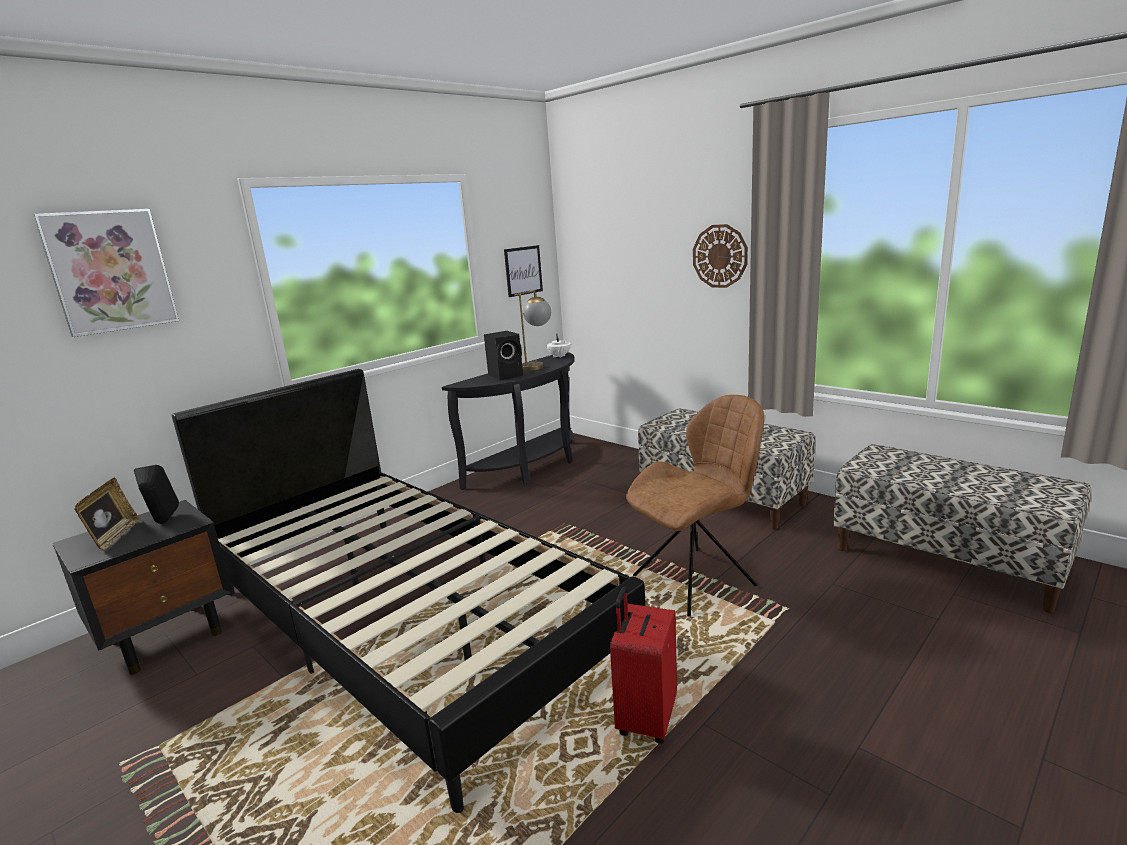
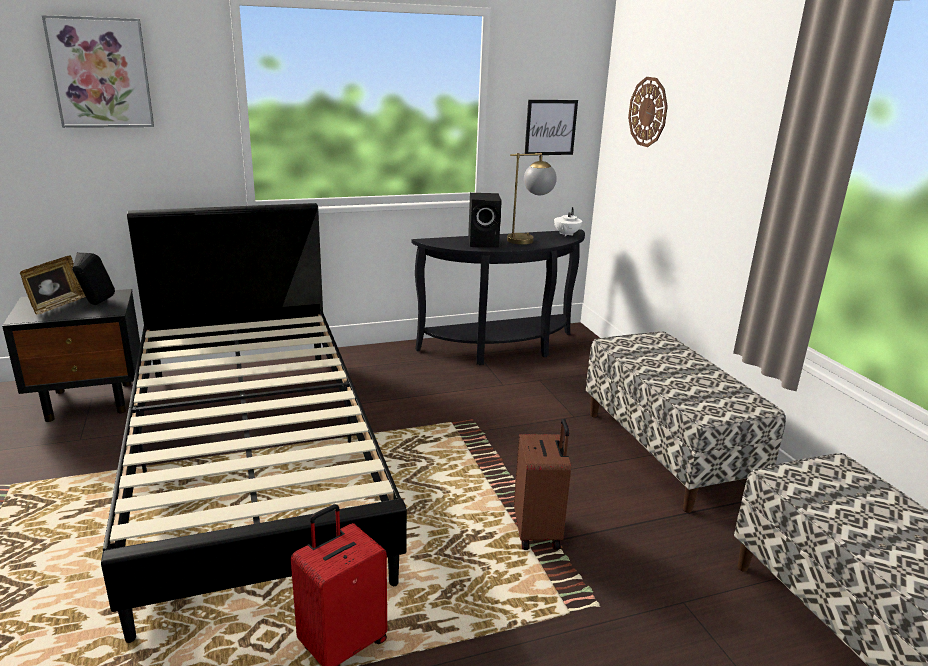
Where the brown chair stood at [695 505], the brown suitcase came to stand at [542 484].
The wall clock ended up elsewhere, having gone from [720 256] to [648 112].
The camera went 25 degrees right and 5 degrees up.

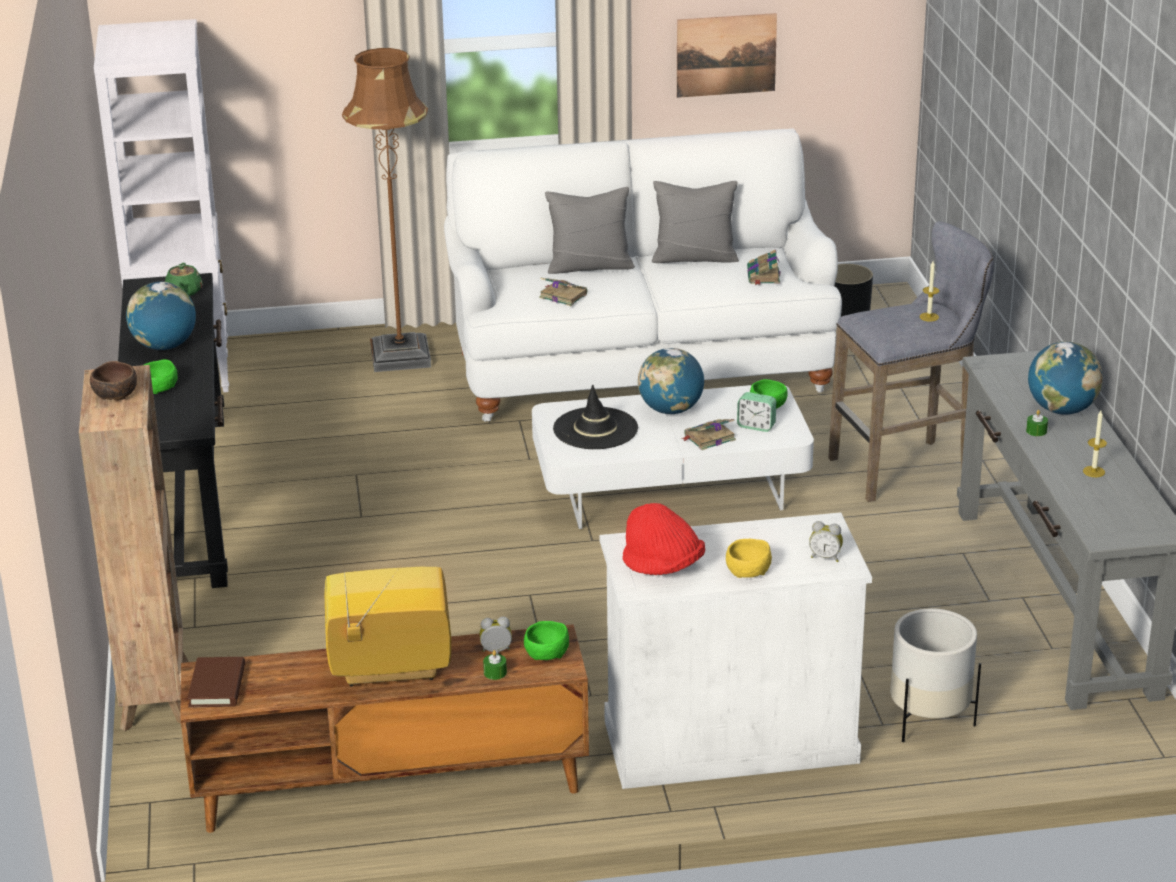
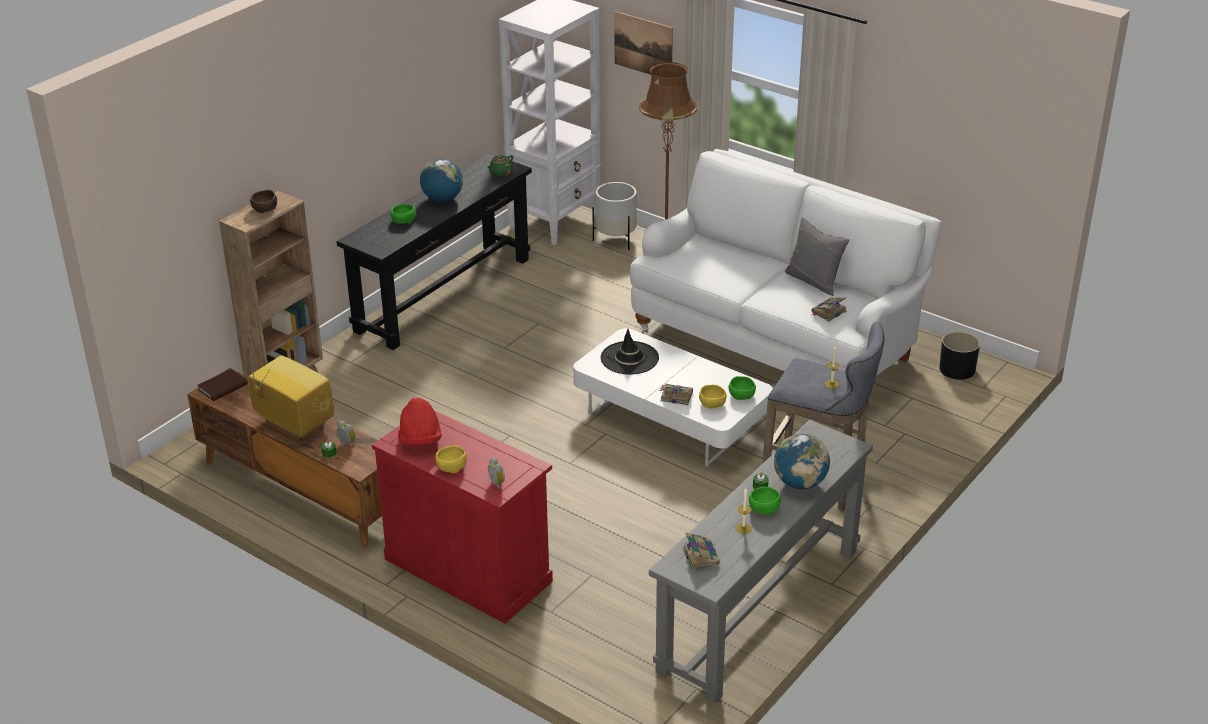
What was the white cabinet at [735 650] turned into the red cabinet at [462 517].
The white planter ended up elsewhere, having gone from [935 675] to [614 216].
The picture ended up elsewhere, having gone from [727 55] to [644 43].
The book ended up elsewhere, having gone from [563 292] to [701 551].
Where the alarm clock stood at [756 412], the yellow bowl came to stand at [713 397].
The green bowl ended up elsewhere, having gone from [546 640] to [765 501].
The second view lost the grey pillow at [590 230].
The second view lost the globe at [671 381].
The camera went 45 degrees right and 5 degrees up.

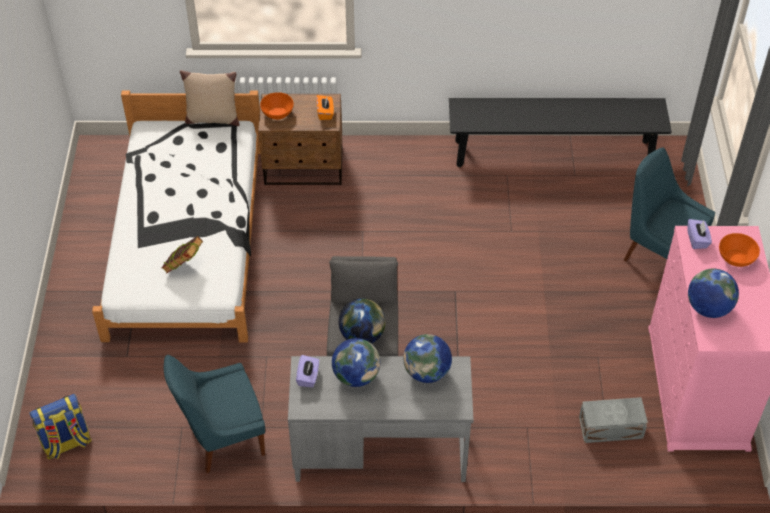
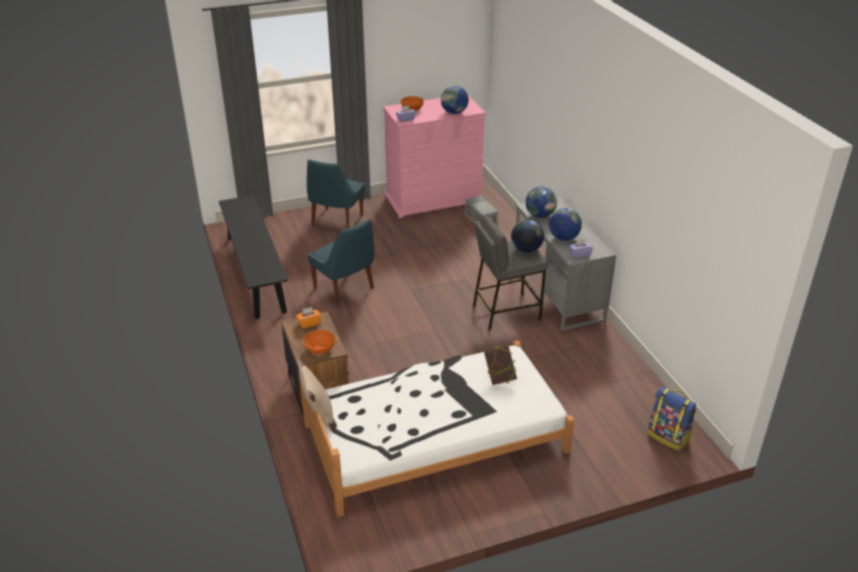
The blue chair ended up elsewhere, having gone from [214 414] to [340 262].
The camera went 110 degrees left and 15 degrees down.

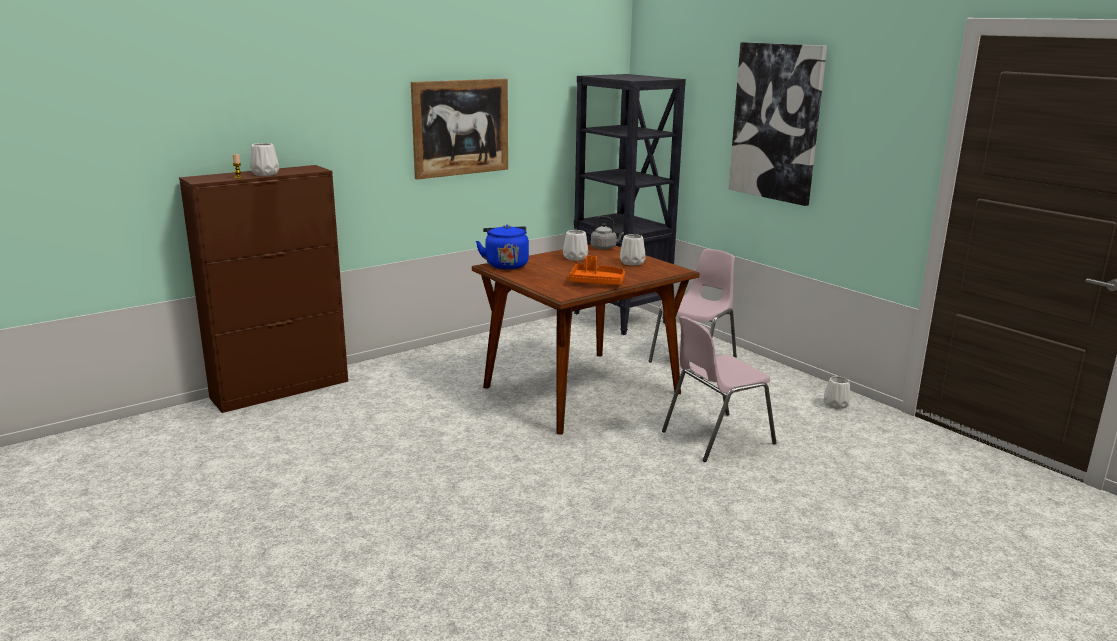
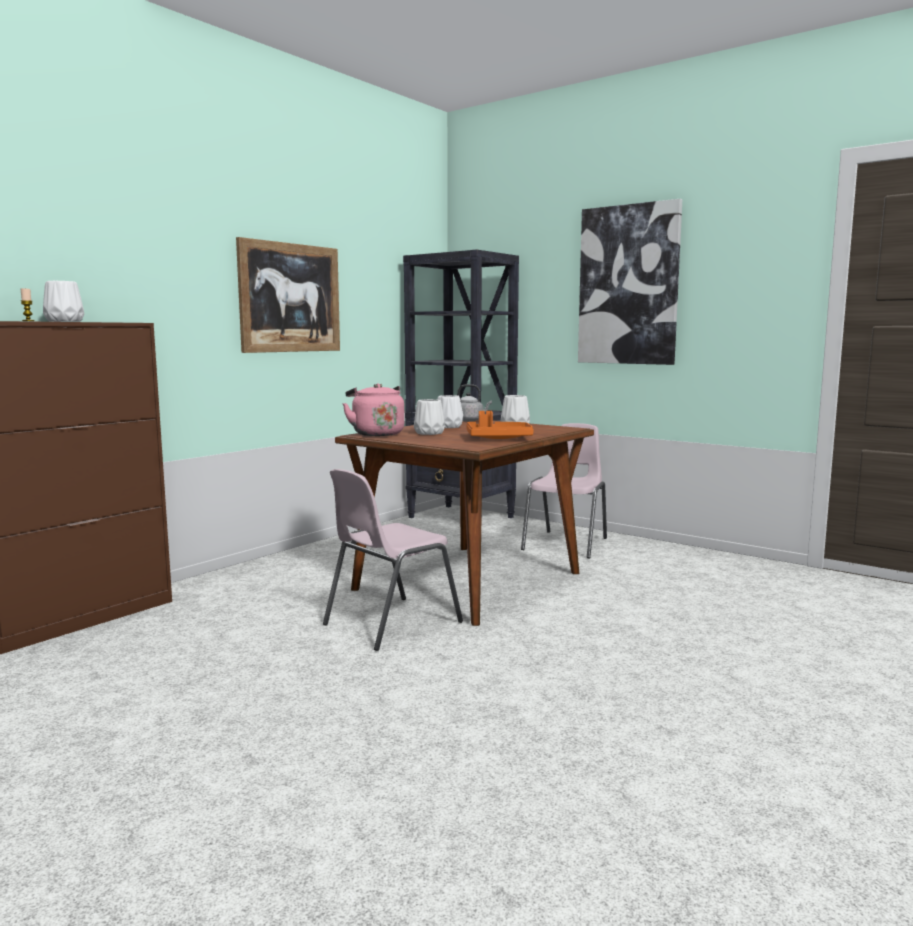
The pink chair ended up elsewhere, having gone from [719 389] to [393 560].
What was the blue kettle at [502 247] turned into the pink kettle at [373 409].
The white vase ended up elsewhere, having gone from [837 392] to [429 417].
The camera went 15 degrees left and 10 degrees down.

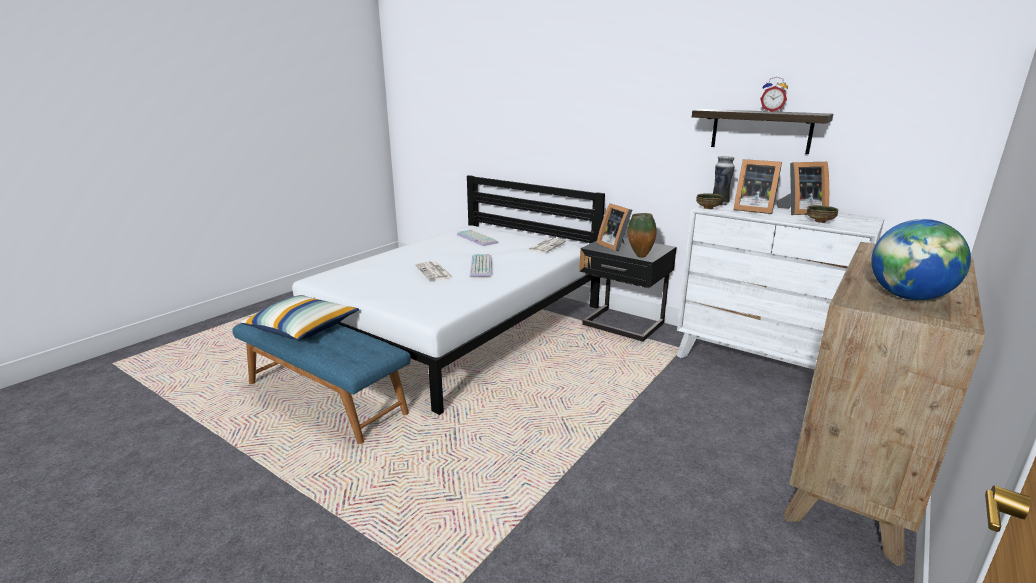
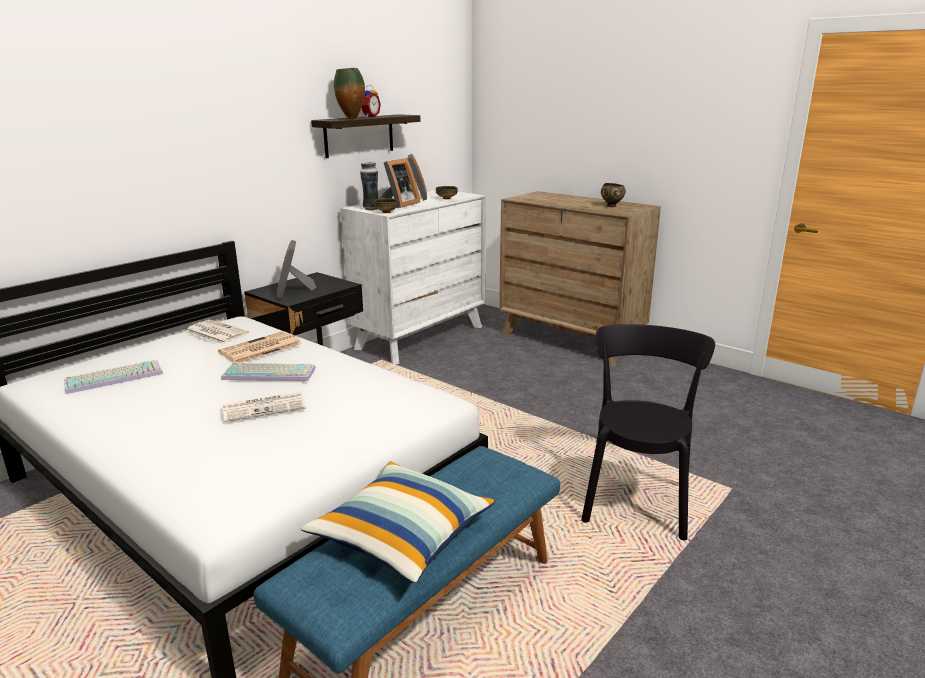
The second view gained the newspaper at [260 347].
The picture frame at [614 227] ended up facing another way, 105 degrees clockwise from before.
The vase ended up elsewhere, having gone from [642 235] to [349 93].
The second view gained the black chair at [648 432].
Where the globe stood at [921 259], the brown bowl came to stand at [613 195].
The camera went 85 degrees left and 0 degrees up.

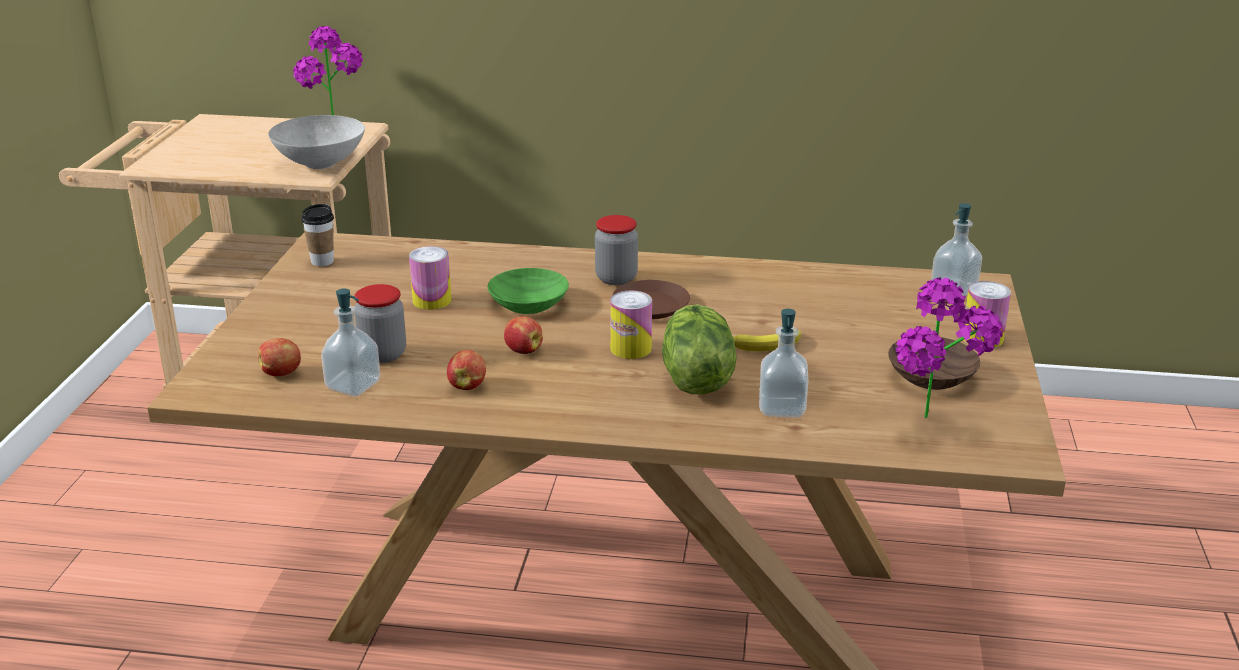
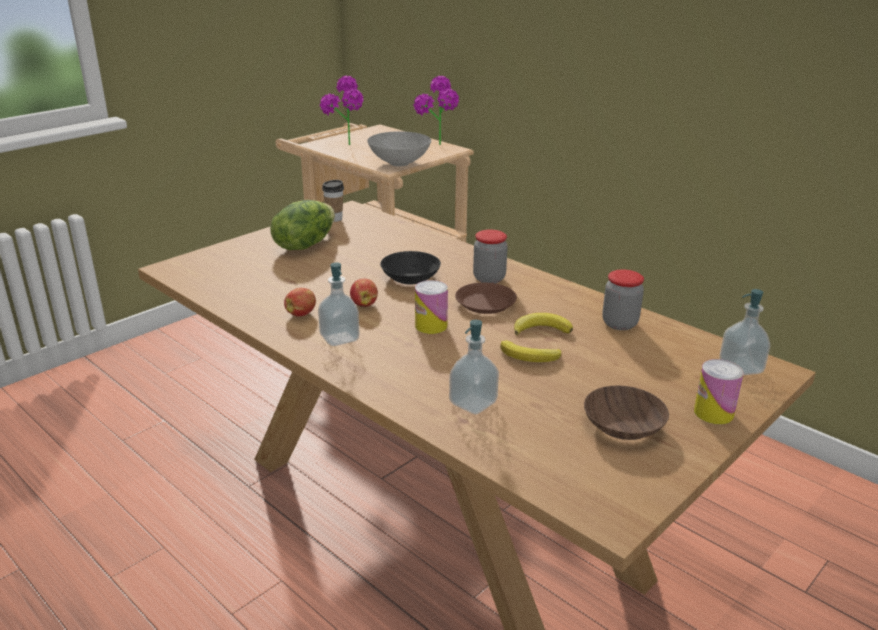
The lettuce ended up elsewhere, having gone from [699 349] to [302 225].
The soap dispenser ended up elsewhere, having gone from [350 342] to [338 304].
The potted plant ended up elsewhere, having gone from [949 347] to [342 110].
What was the green bowl at [528 291] turned into the black bowl at [410 268].
The second view gained the banana at [543 324].
The jar ended up elsewhere, having gone from [380 323] to [623 299].
The second view lost the apple at [279 357].
The second view lost the can at [430 278].
The camera went 35 degrees right and 0 degrees up.

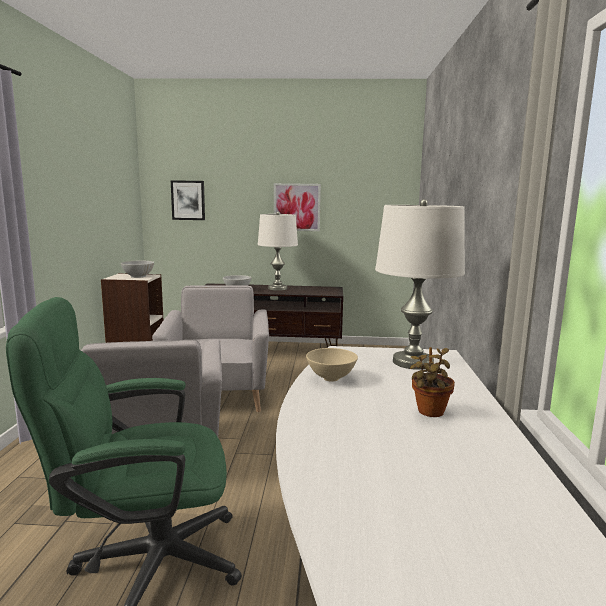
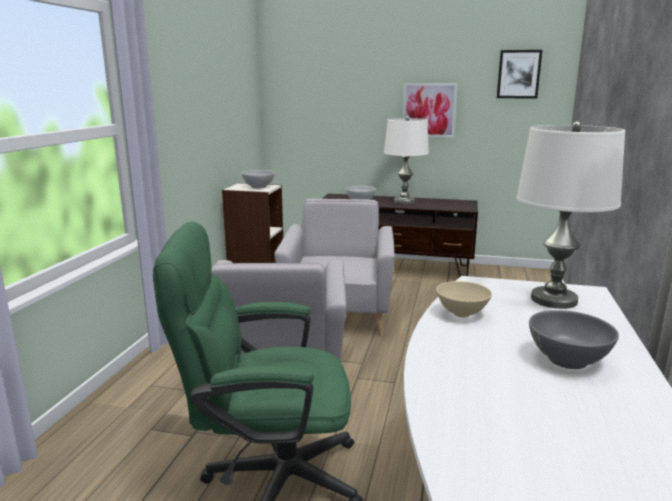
The picture ended up elsewhere, having gone from [188 200] to [520 74].
Where the potted plant stood at [432 382], the grey bowl came to stand at [574 339].
The camera went 10 degrees right and 5 degrees up.

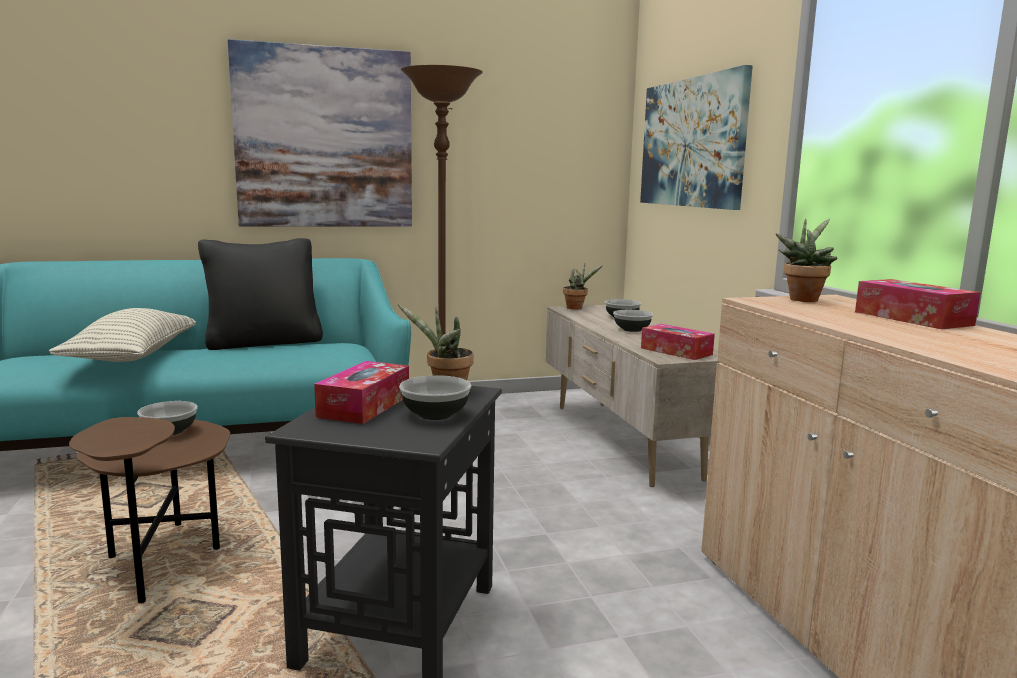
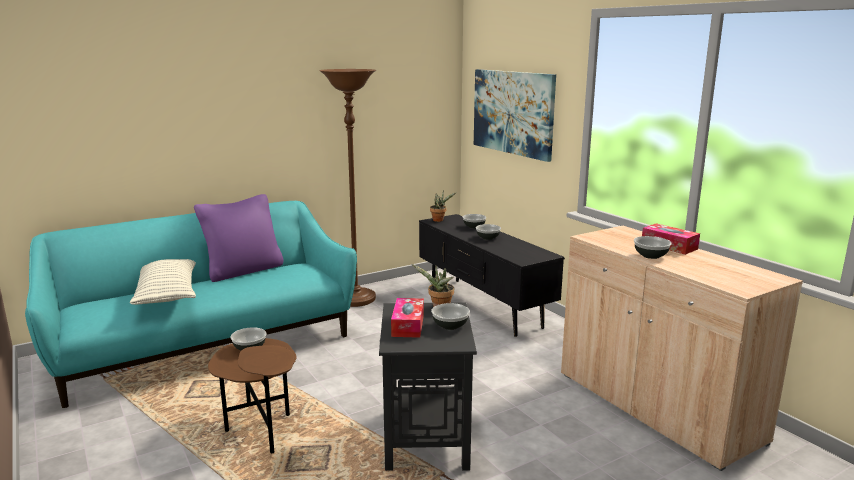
What was the black pillow at [260 294] turned into the purple pillow at [238 238].
What was the beige tv stand at [633 396] turned into the black tv stand at [492 275].
The second view gained the bowl at [653 247].
The second view lost the picture at [320 133].
The second view lost the tissue box at [678 342].
The second view lost the potted plant at [806 260].
The camera went 15 degrees left and 5 degrees up.

